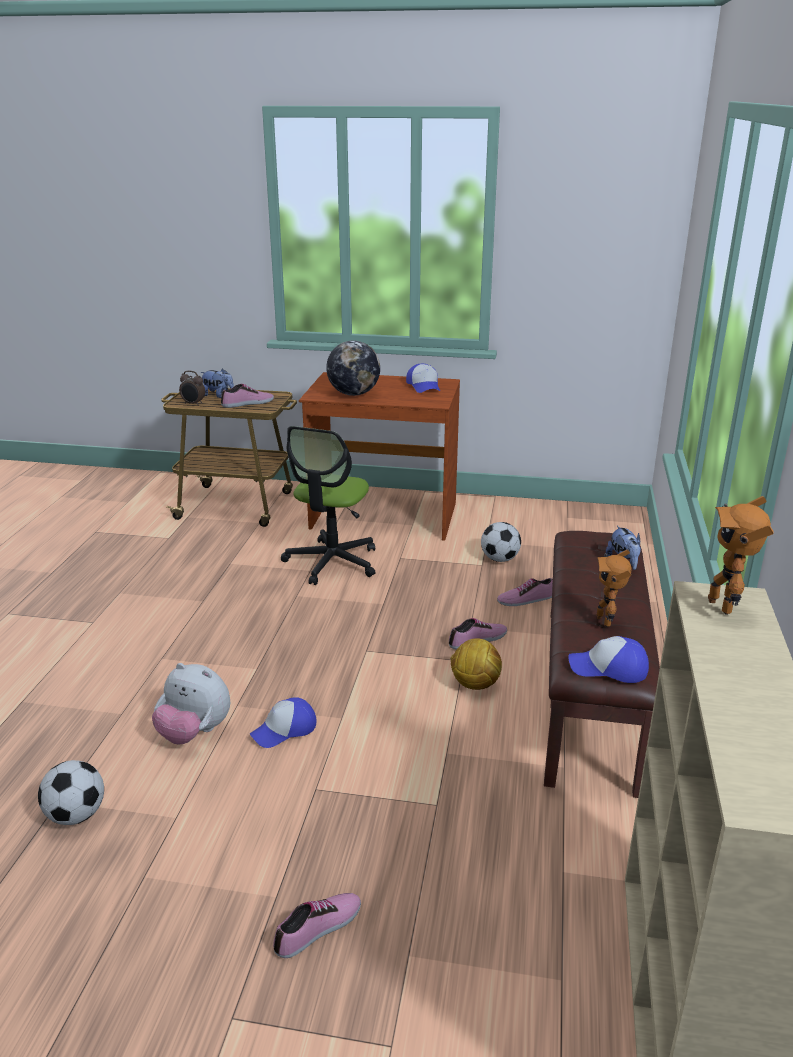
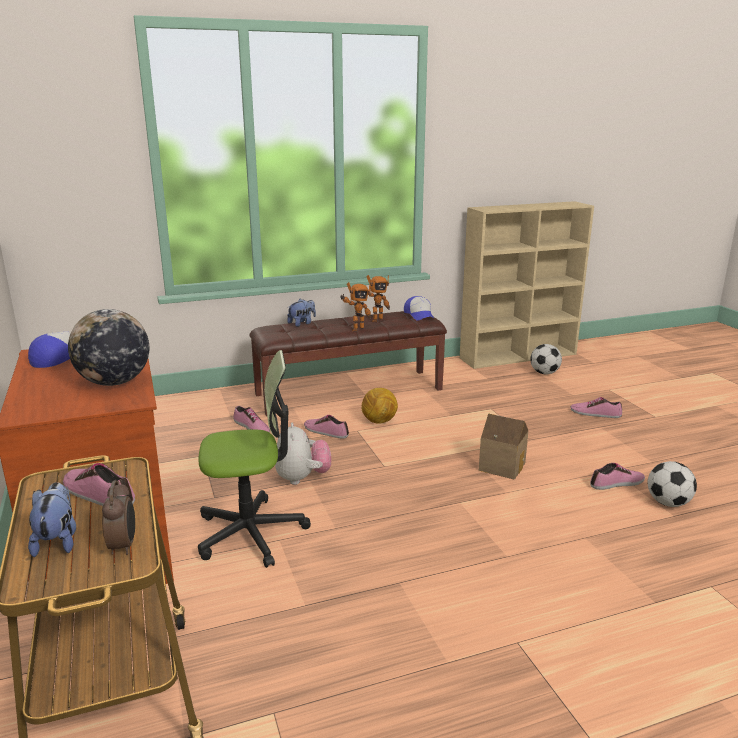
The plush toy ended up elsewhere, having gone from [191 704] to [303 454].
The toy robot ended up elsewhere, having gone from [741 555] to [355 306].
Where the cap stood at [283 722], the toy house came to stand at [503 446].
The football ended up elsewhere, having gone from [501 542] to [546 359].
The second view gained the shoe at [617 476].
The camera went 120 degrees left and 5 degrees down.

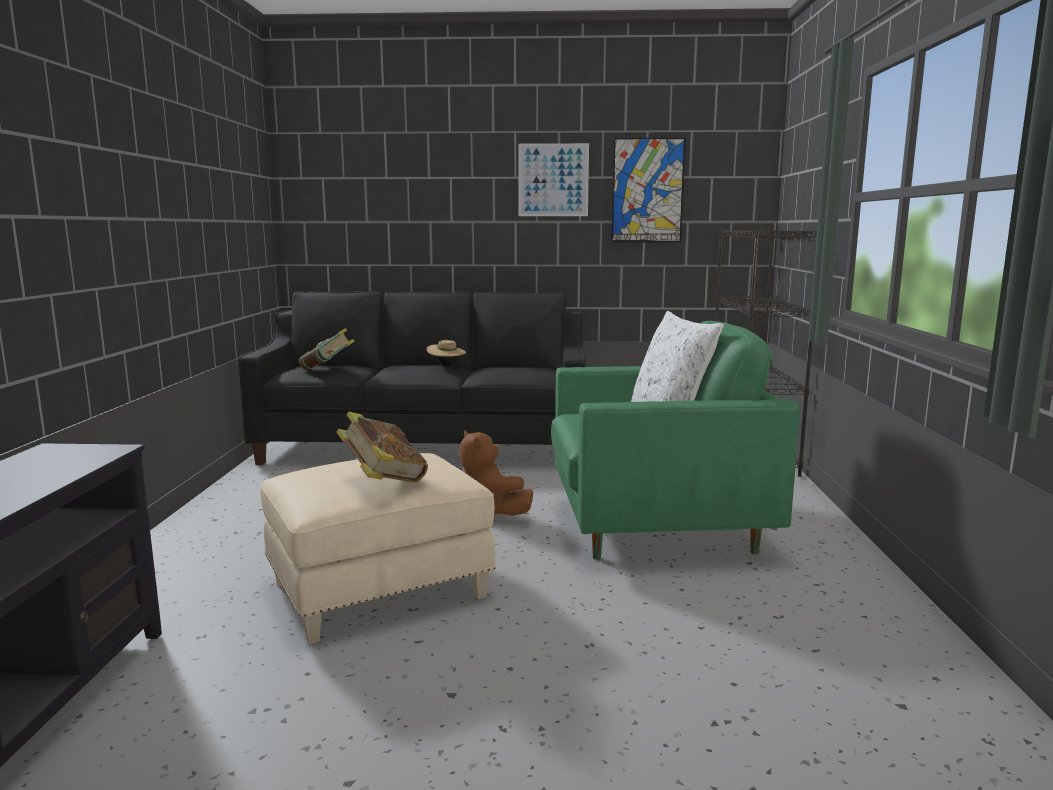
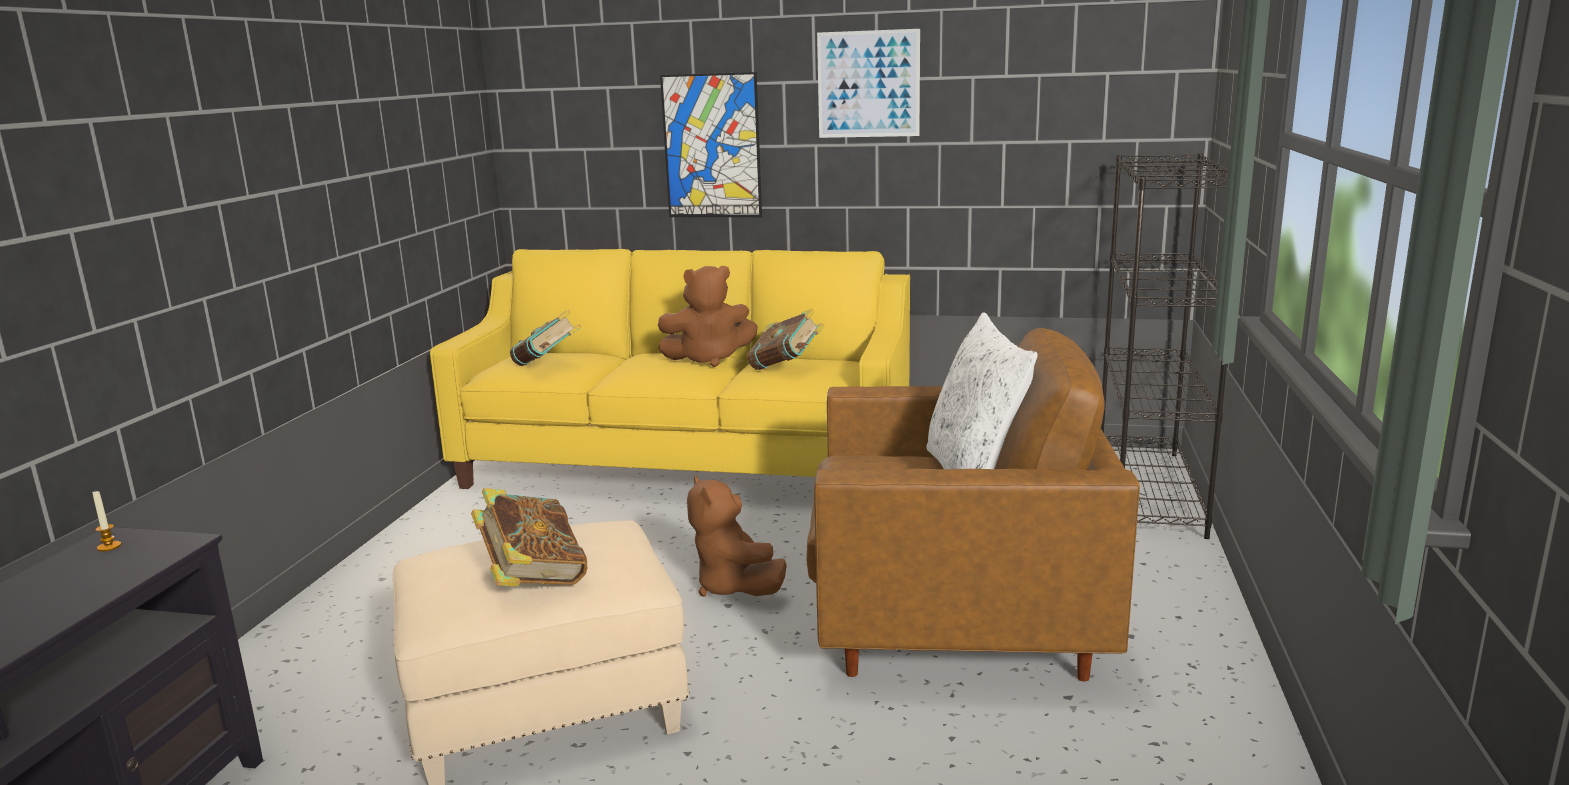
The second view gained the candle at [106 521].
What was the black sofa at [412 378] turned into the yellow sofa at [670 369].
Where the beige hat stood at [446 353], the brown plush toy came to stand at [708 316].
The picture ended up elsewhere, having gone from [648 190] to [711 144].
The second view gained the book at [785 339].
What was the green armchair at [675 440] turned into the brown armchair at [973 504].
The camera went 10 degrees right and 5 degrees up.

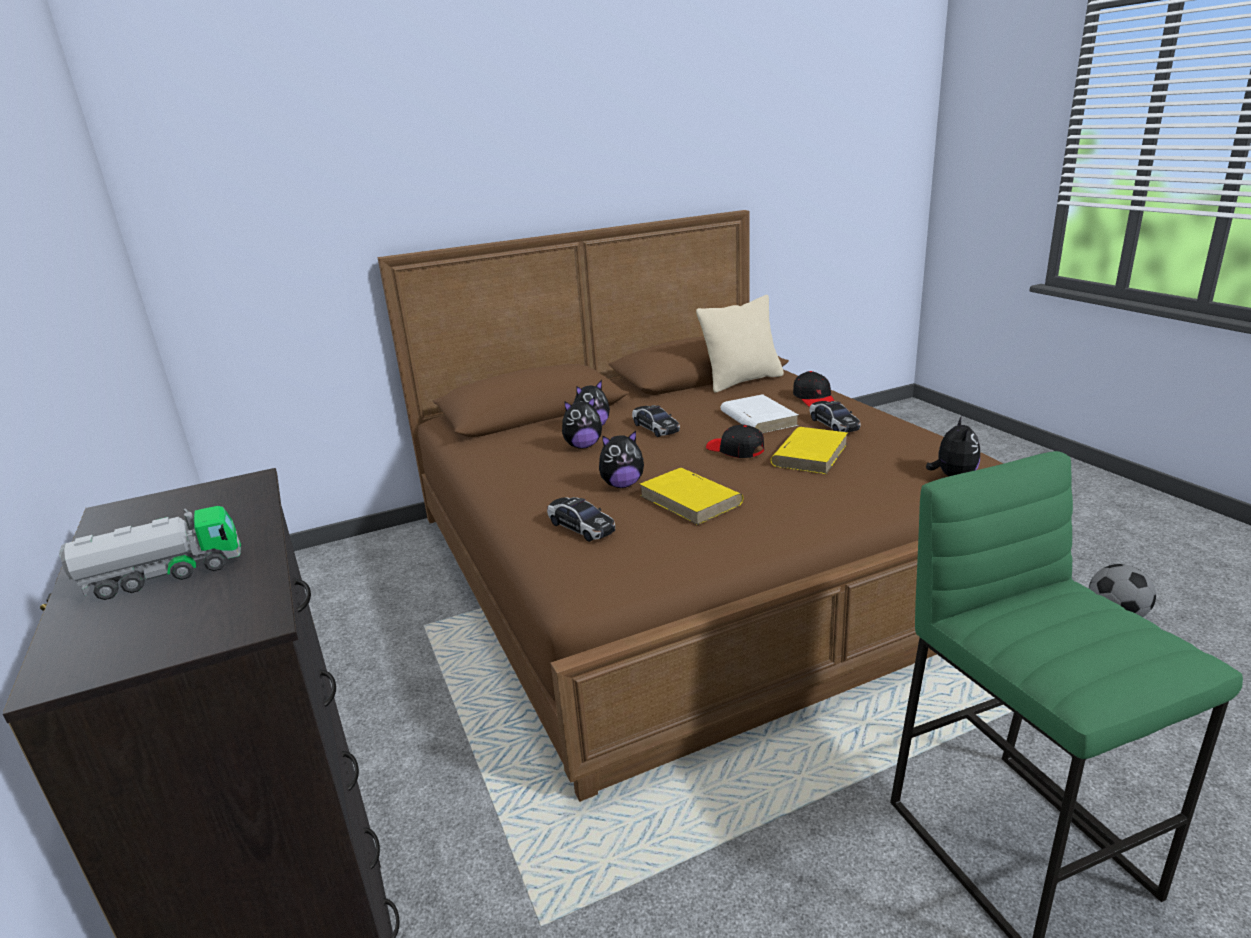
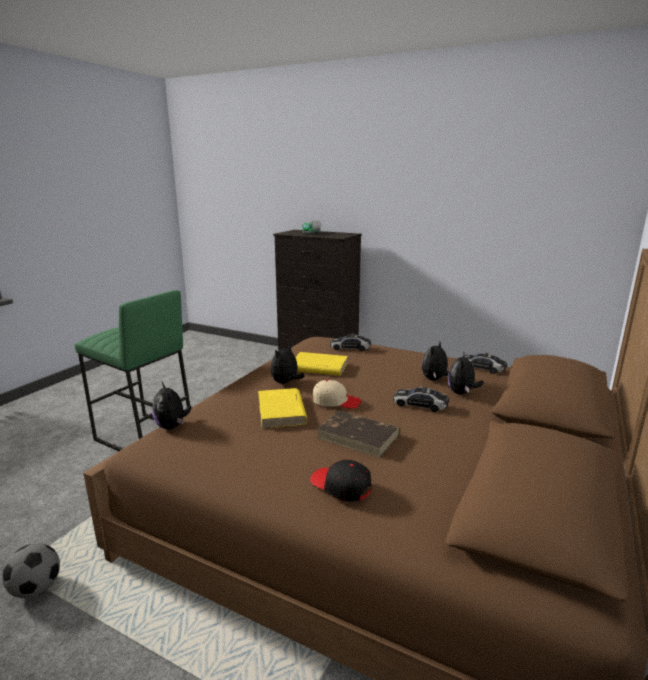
The plush toy ended up elsewhere, having gone from [621 459] to [287 364].
What was the black cap at [735 441] turned into the beige cap at [337 394].
What was the white book at [759 413] turned into the brown book at [358 434].
The toy car ended up elsewhere, having gone from [835 416] to [484 363].
The second view lost the beige pillow at [740 344].
The camera went 140 degrees right and 5 degrees down.

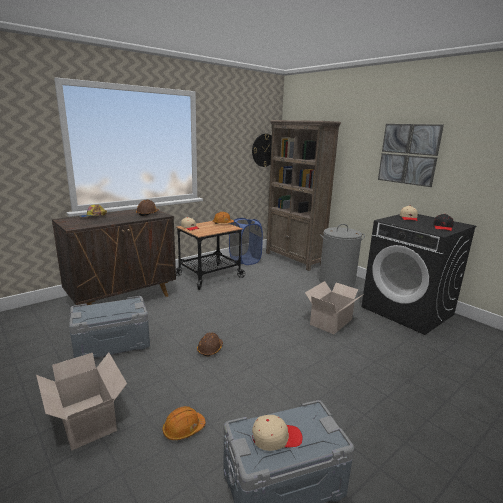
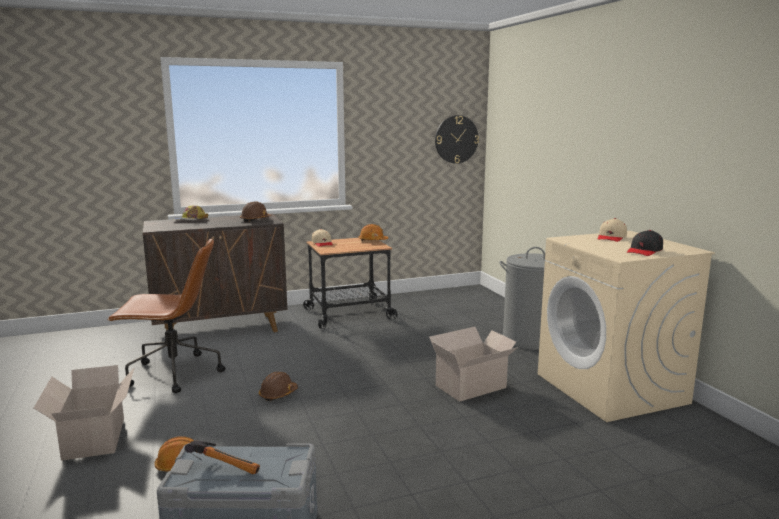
Where the grey storage box stood at [109 327], the brown office chair came to stand at [166 315].
Where the beige cap stood at [277 433], the hammer came to stand at [222 457].
What was the black washing machine at [418 274] turned into the beige washing machine at [626 326].
The second view lost the blue laundry basket at [246 241].
The second view lost the brown bookcase at [303 195].
The second view lost the picture at [411 155].
The camera went 20 degrees right and 5 degrees down.

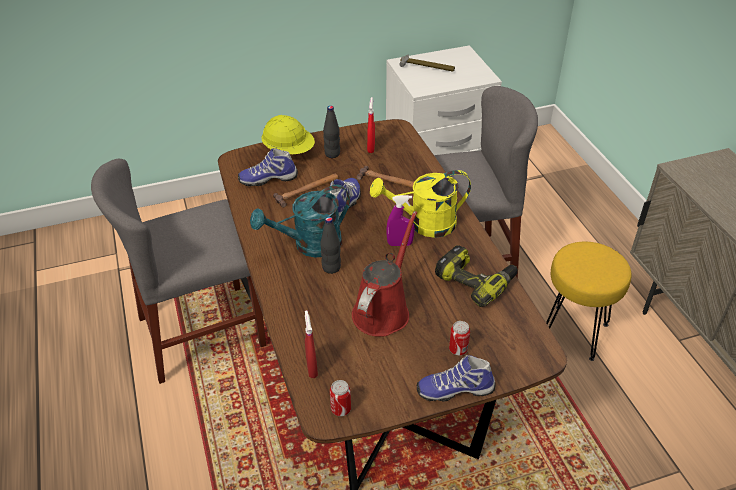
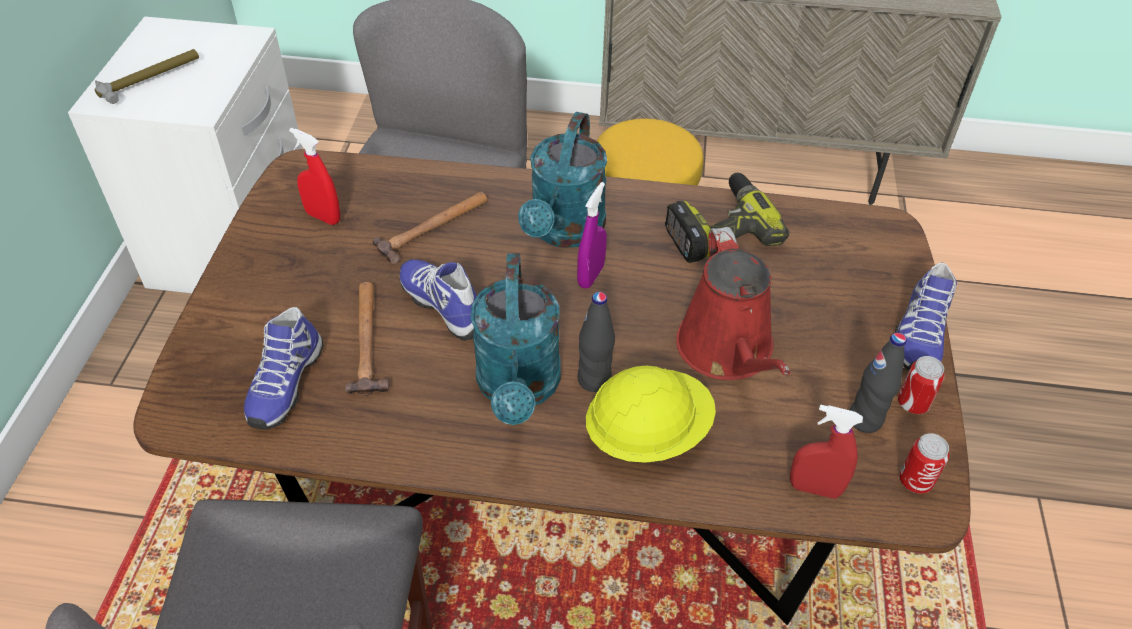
What was the yellow watering can at [420 204] turned into the turquoise watering can at [562 180].
The yellow hard hat ended up elsewhere, having gone from [288 134] to [651 414].
The red watering can at [385 274] ended up facing another way, 150 degrees counterclockwise from before.
The black bottle ended up elsewhere, having gone from [331 132] to [878 383].
The can ended up elsewhere, having gone from [459 338] to [921 385].
The camera went 65 degrees left and 5 degrees up.

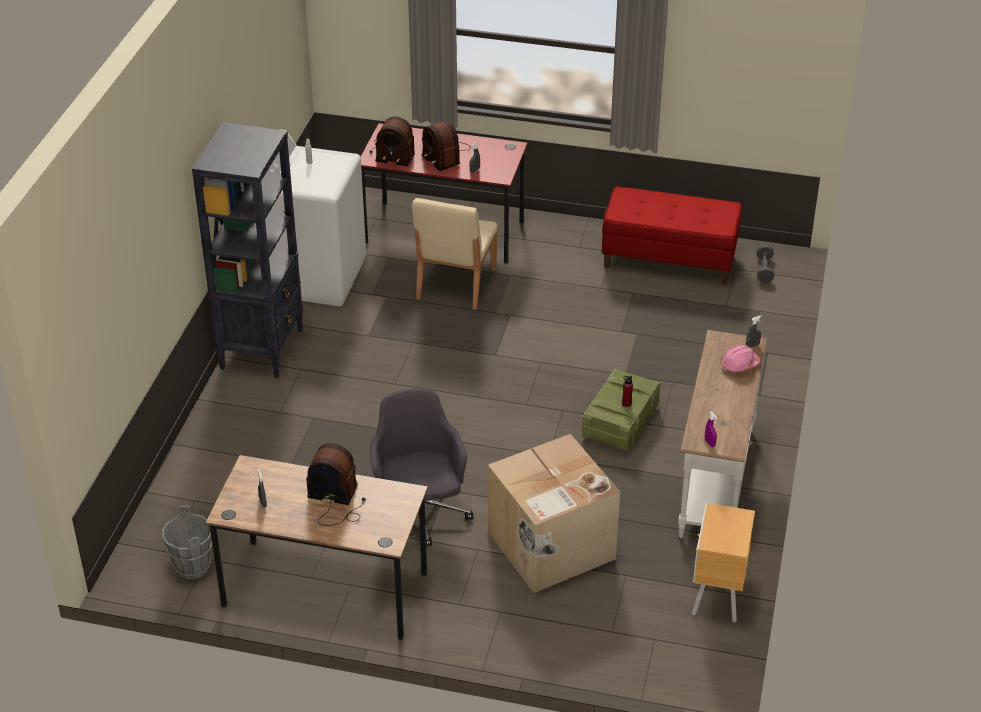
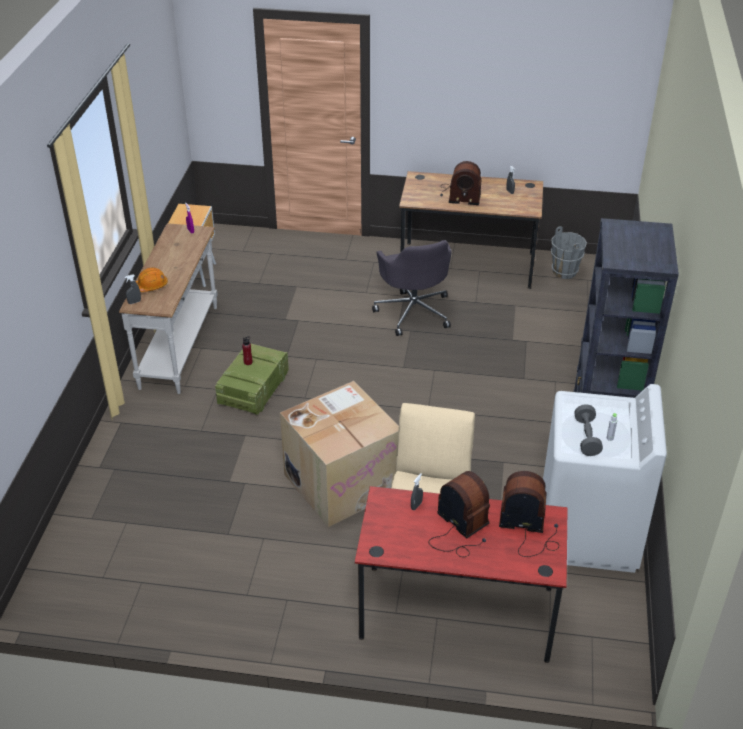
What was the pink hard hat at [740 358] turned into the orange hard hat at [152 280].
The cardboard box ended up elsewhere, having gone from [554 513] to [339 454].
The grey dumbbell ended up elsewhere, having gone from [765 264] to [588 430].
The second view lost the red bench at [672 235].
The camera went 175 degrees right and 0 degrees up.

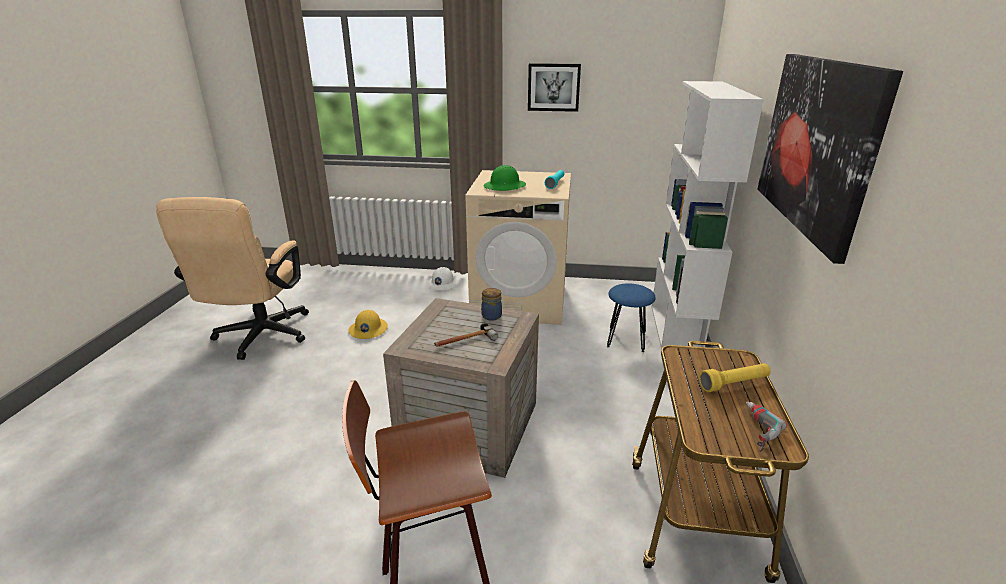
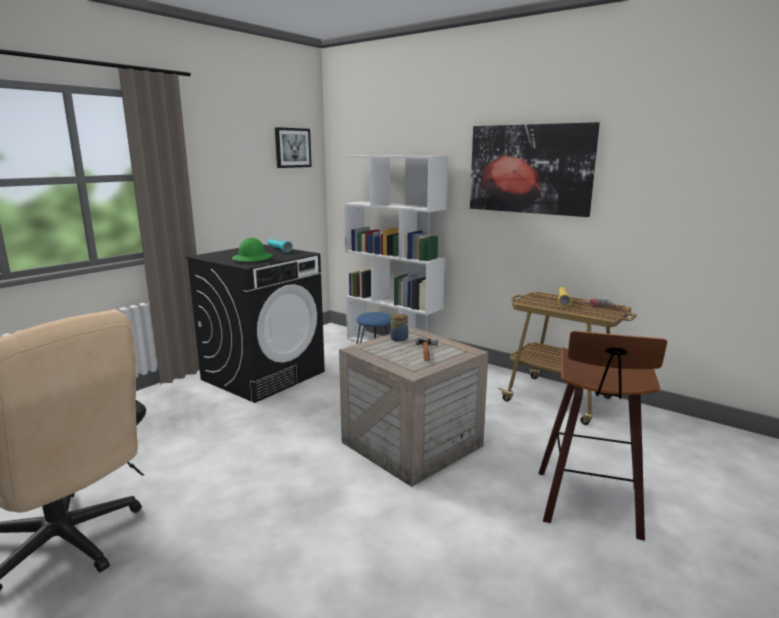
What was the beige washing machine at [518 247] turned into the black washing machine at [255 323].
The picture ended up elsewhere, having gone from [554 87] to [293 147].
The second view lost the yellow hard hat at [368 324].
The second view lost the white hard hat at [442 278].
The camera went 60 degrees left and 10 degrees down.

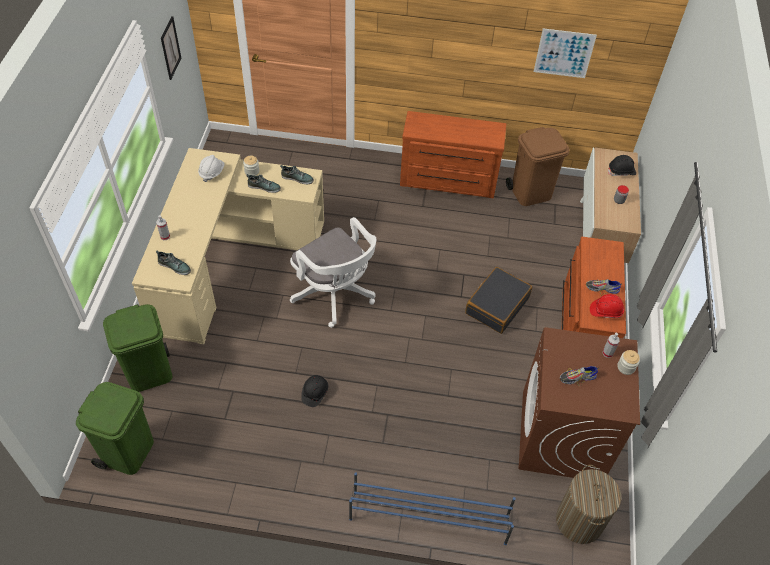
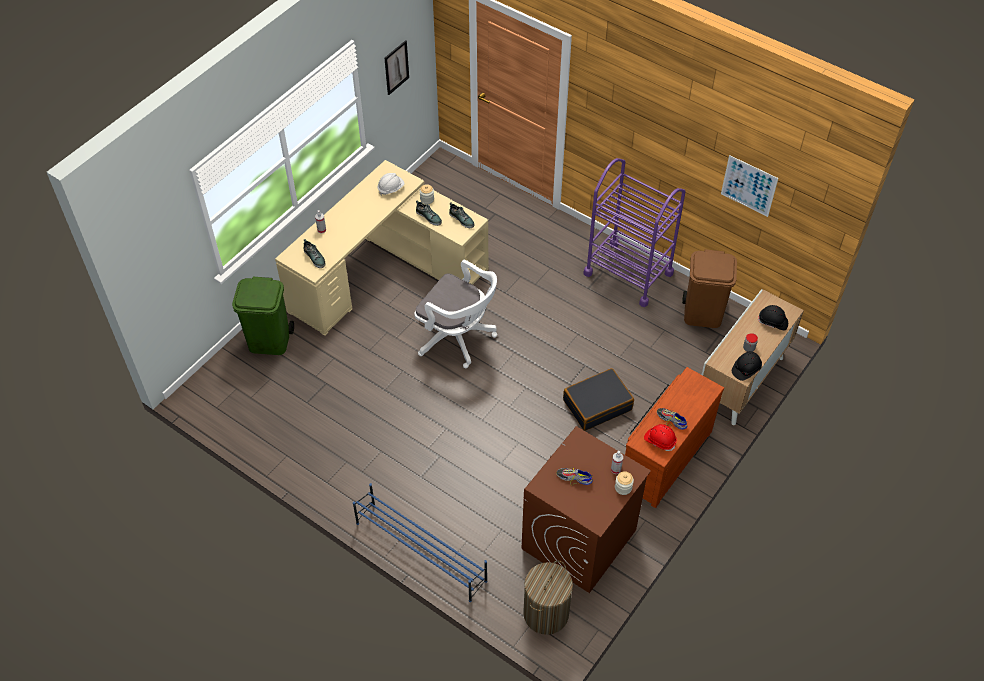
The white office chair at [333 272] ended up facing another way, 45 degrees counterclockwise from before.
Where the brown dresser stood at [453 154], the purple cart came to stand at [634 232].
The black hard hat ended up elsewhere, having gone from [314 391] to [747 366].
The second view lost the green trash can at [115 428].
The camera went 30 degrees right and 0 degrees up.

